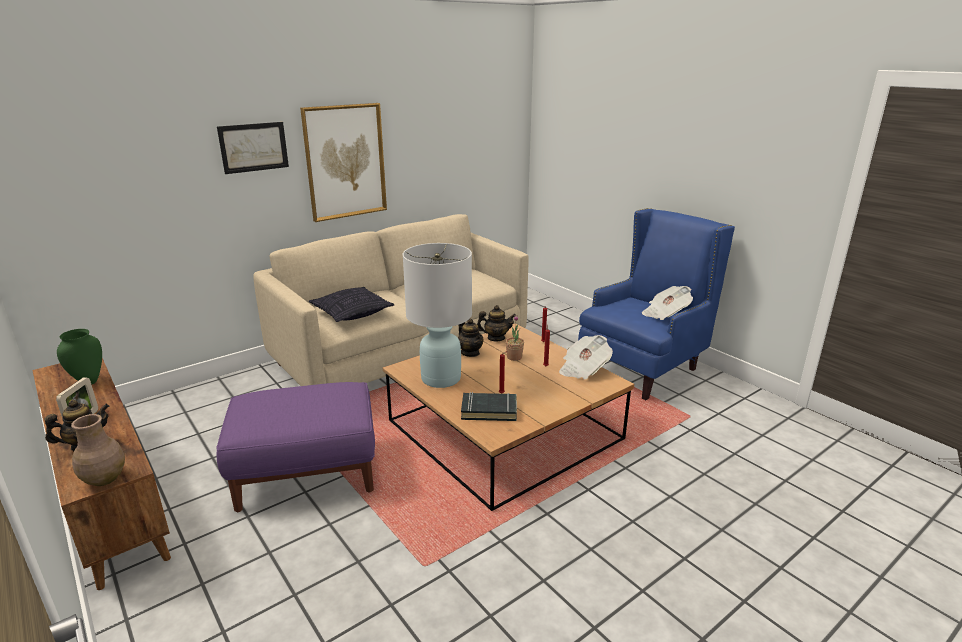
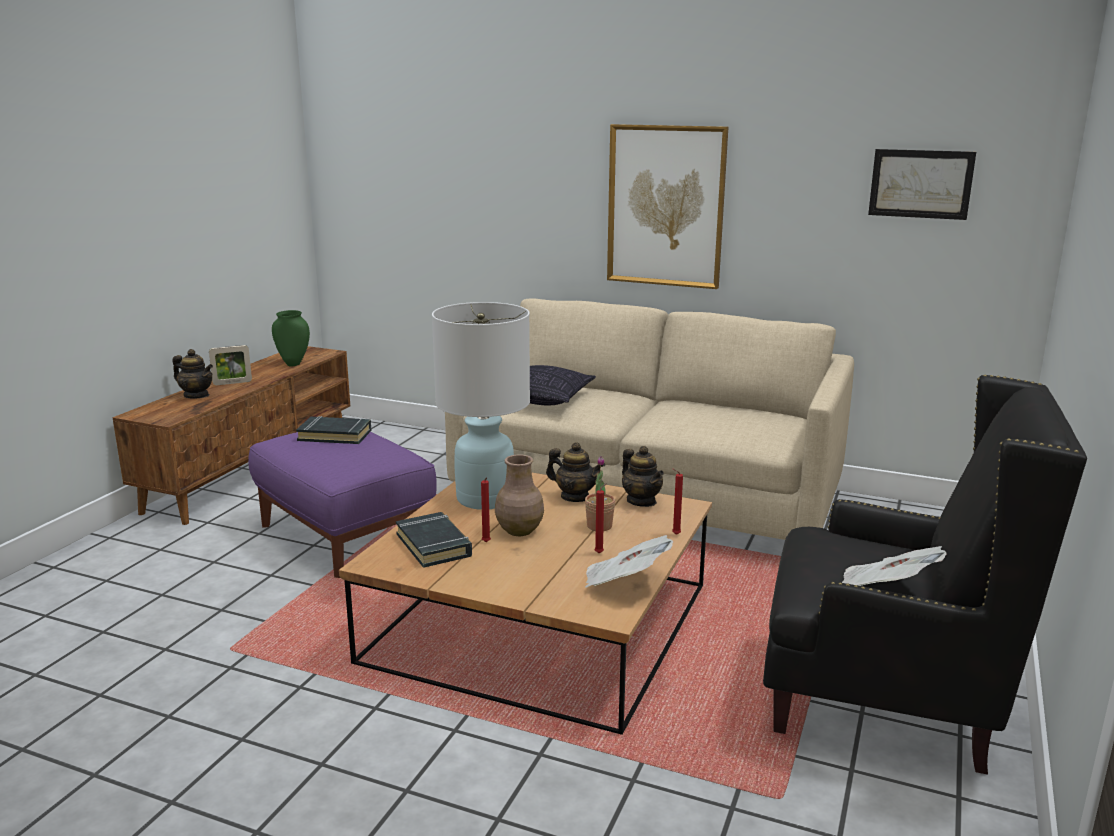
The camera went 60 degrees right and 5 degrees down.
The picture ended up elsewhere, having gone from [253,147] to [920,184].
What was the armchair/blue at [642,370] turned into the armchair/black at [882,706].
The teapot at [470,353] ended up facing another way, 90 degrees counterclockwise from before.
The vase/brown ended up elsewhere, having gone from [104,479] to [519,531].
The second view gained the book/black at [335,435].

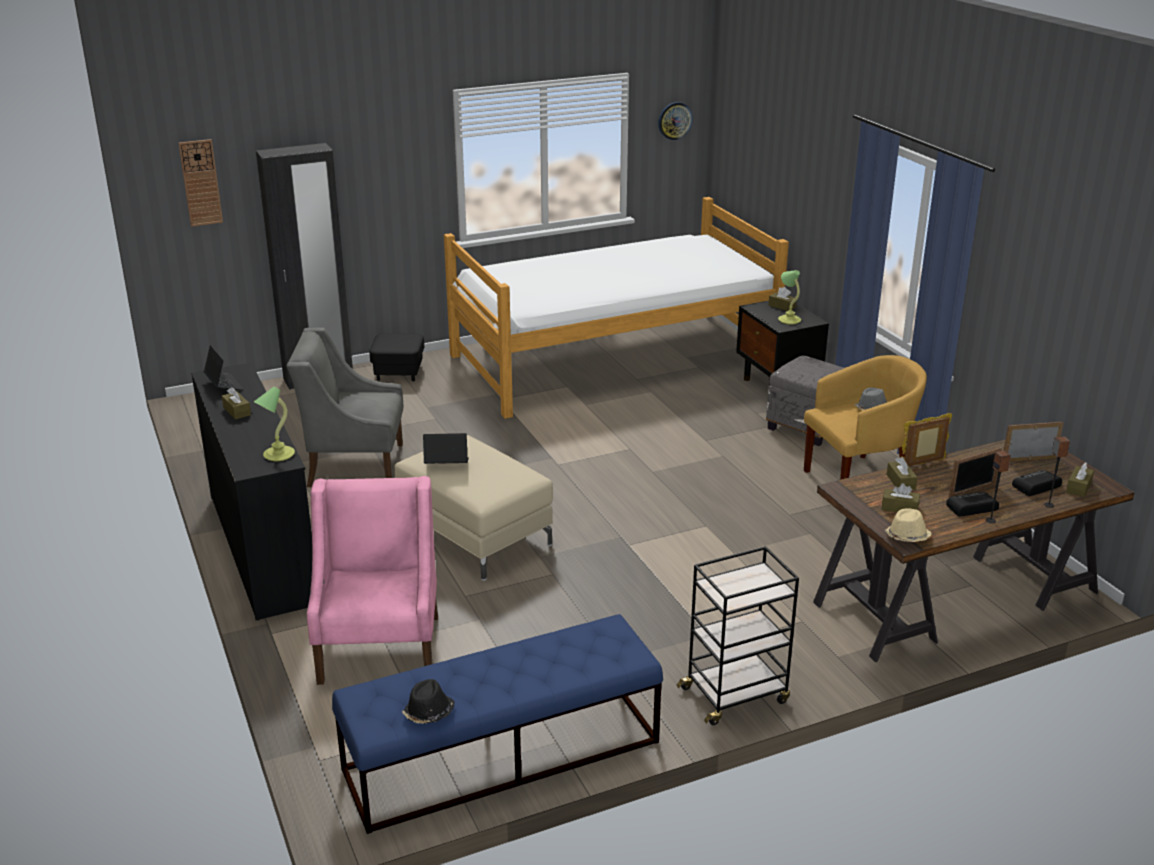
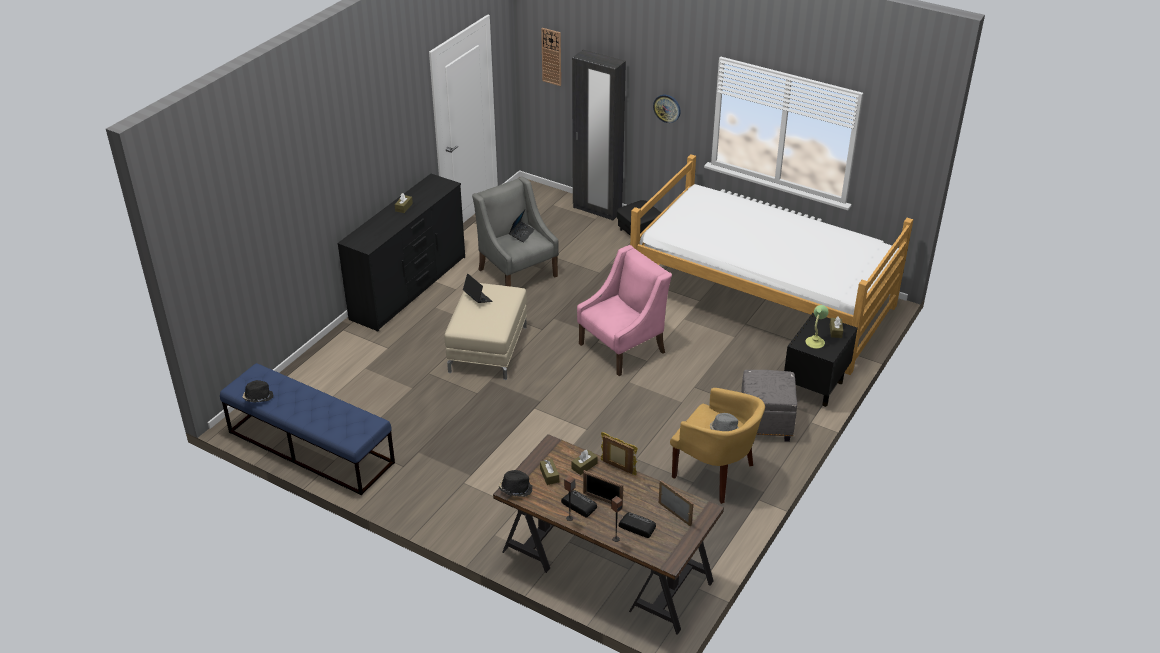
The camera went 55 degrees right and 10 degrees up.
The wall clock ended up elsewhere, having gone from [674,120] to [667,108].
The laptop ended up elsewhere, having gone from [224,385] to [521,234].
The second view lost the table lamp at [277,455].
The second view lost the tissue box/brown at [1078,487].
The armchair/pink ended up elsewhere, having gone from [380,647] to [623,347].
What was the hat/beige at [907,537] turned into the hat/black at [515,489].
The second view lost the cart/black at [735,694].

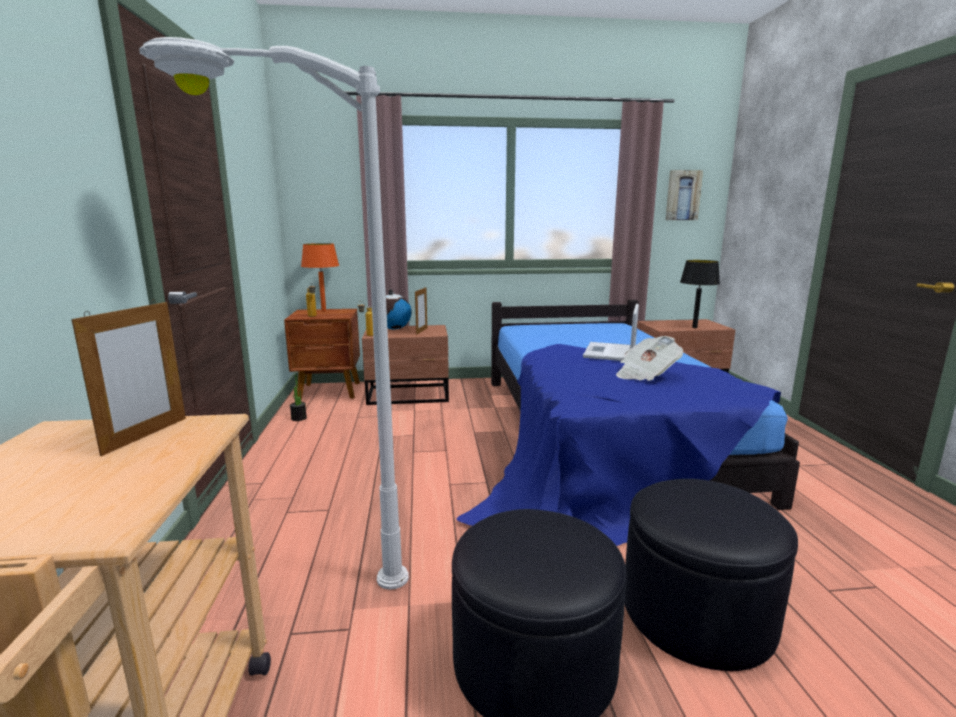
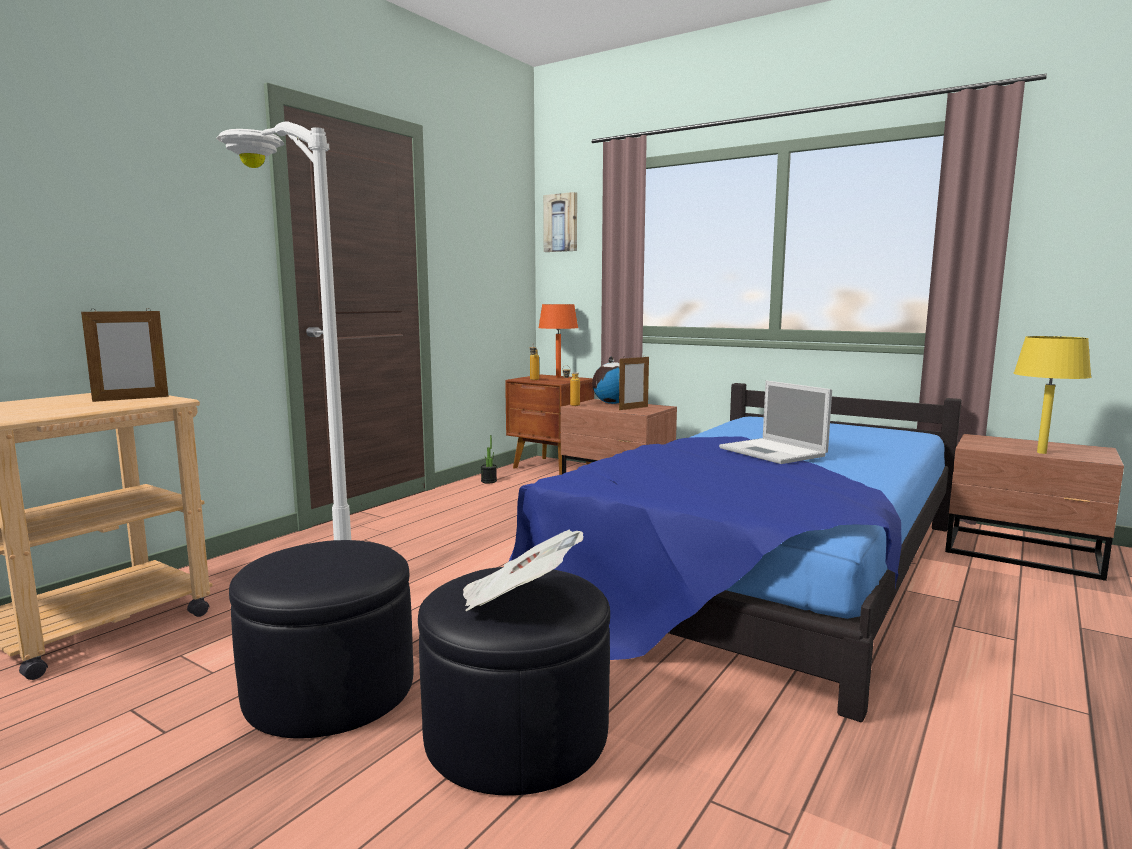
The camera went 40 degrees right and 5 degrees down.
The picture ended up elsewhere, having gone from [682,195] to [561,223].
What was the table lamp/black at [694,327] turned into the table lamp/yellow at [1041,452].
The laptop at [610,353] ended up facing another way, 90 degrees counterclockwise from before.
The newspaper ended up elsewhere, having gone from [645,375] to [518,600].

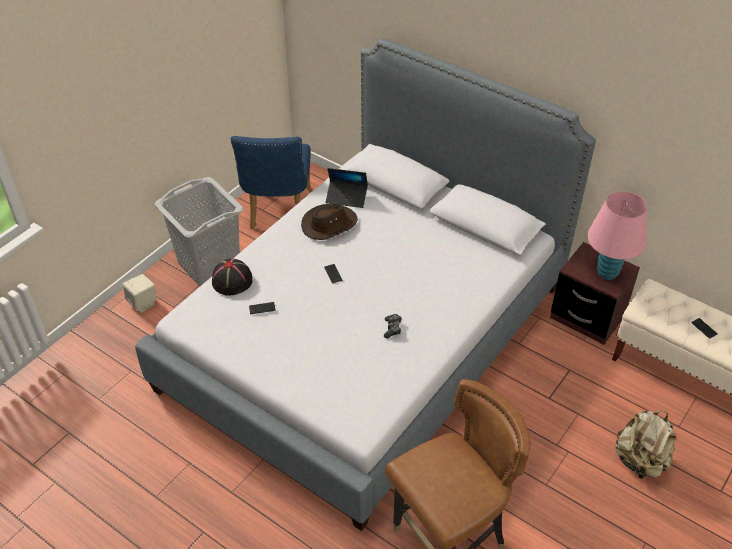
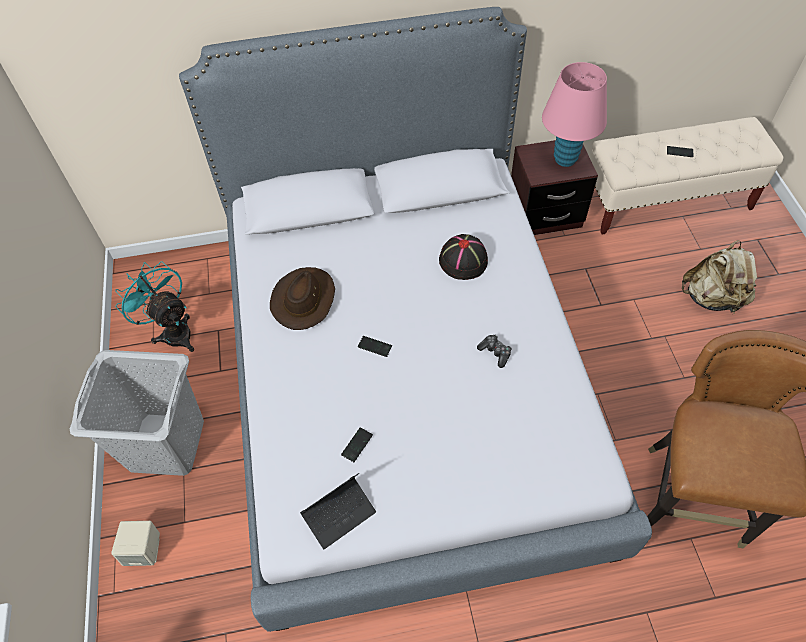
The camera went 45 degrees left and 10 degrees up.
Where the chair/blue stood at [278,212], the fan/turquoise came to stand at [173,331].
The laptop ended up elsewhere, having gone from [346,197] to [339,514].
The hat/black ended up elsewhere, having gone from [232,280] to [463,260].

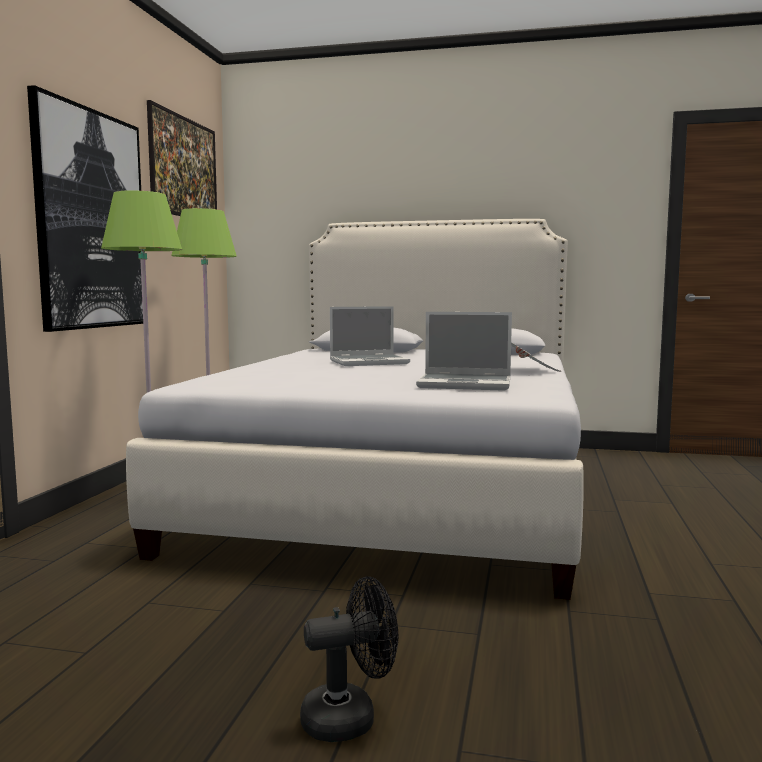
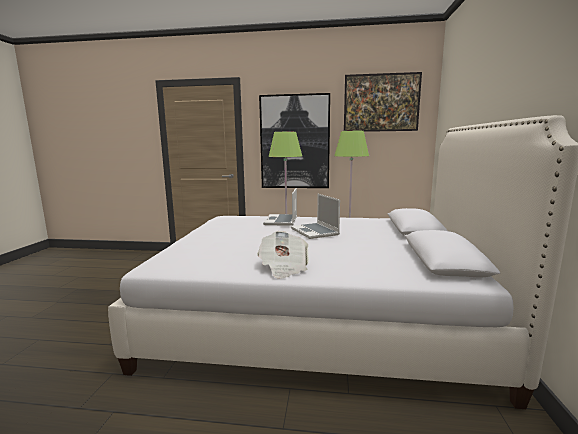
The camera went 85 degrees right and 5 degrees up.
The laptop ended up elsewhere, having gone from [466,384] to [281,221].
The second view lost the fan/black at [350,717].

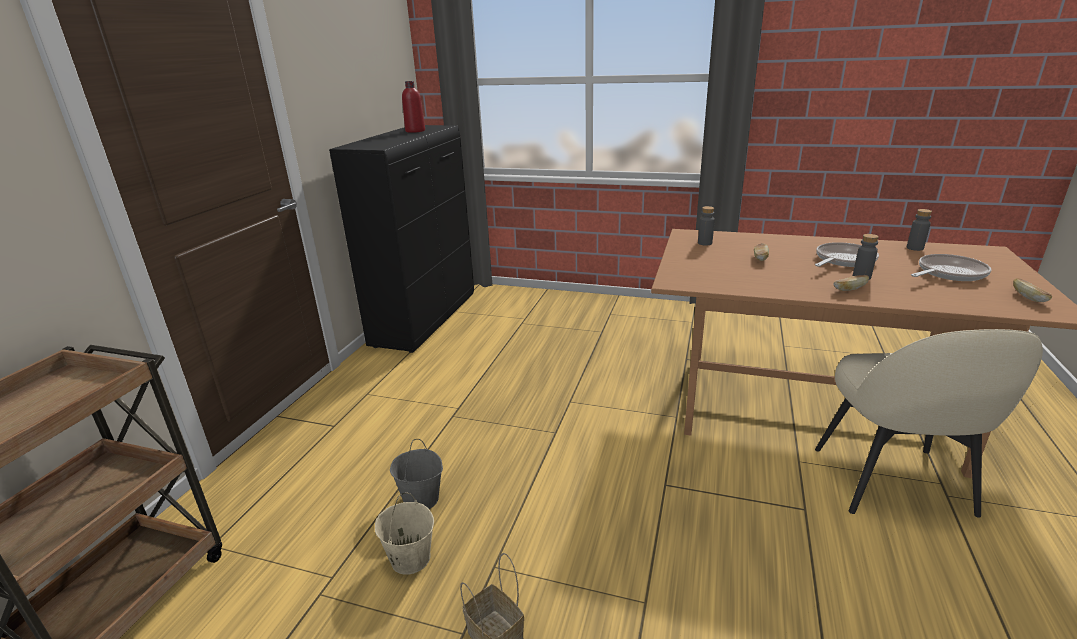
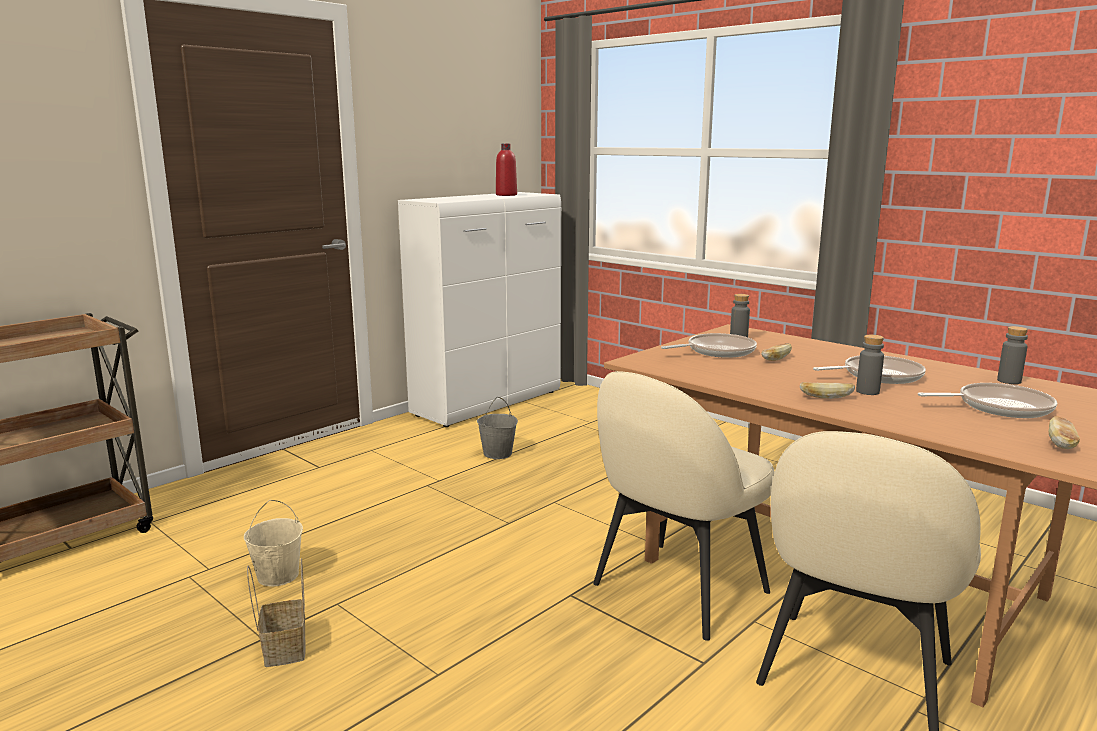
The camera went 25 degrees right and 10 degrees down.
What was the cabinet/black at [425,319] turned into the cabinet/white at [488,403].
The bucket/grey ended up elsewhere, having gone from [422,499] to [498,454].
The second view gained the frying pan at [717,351].
The second view gained the chair/beige at [677,590].

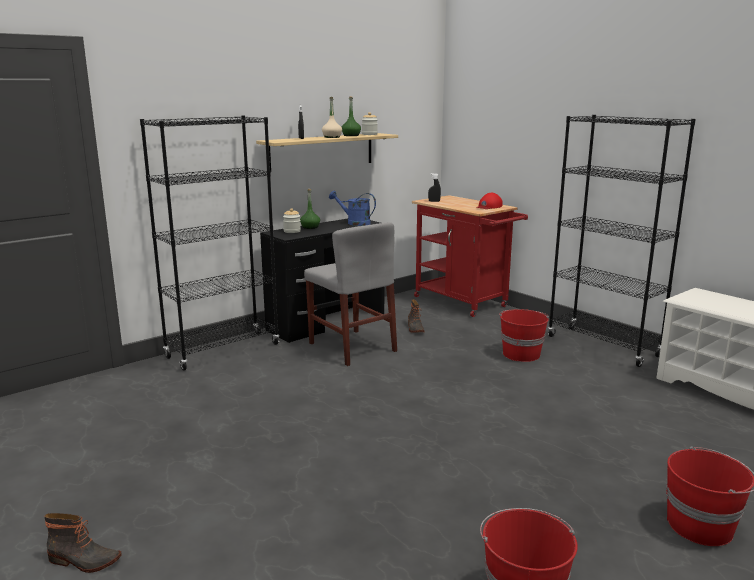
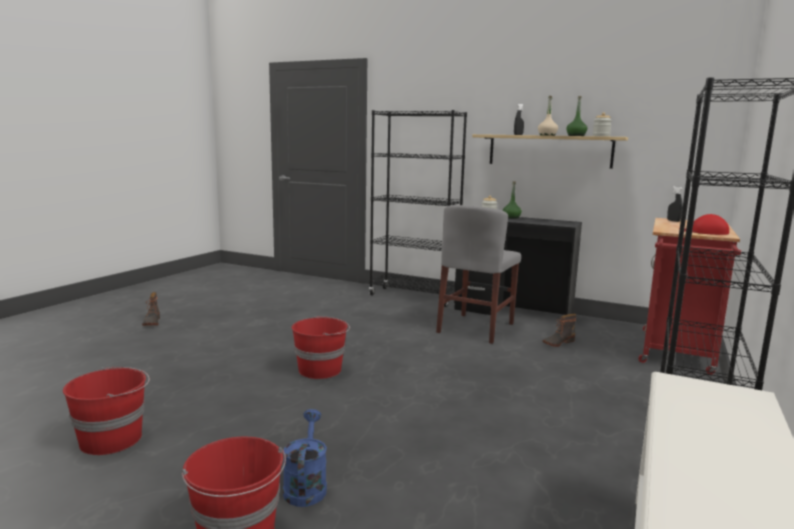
The camera went 65 degrees right and 5 degrees down.
The watering can/blue ended up elsewhere, having gone from [354,223] to [305,486].
The bucket/red ended up elsewhere, having gone from [521,354] to [321,369].

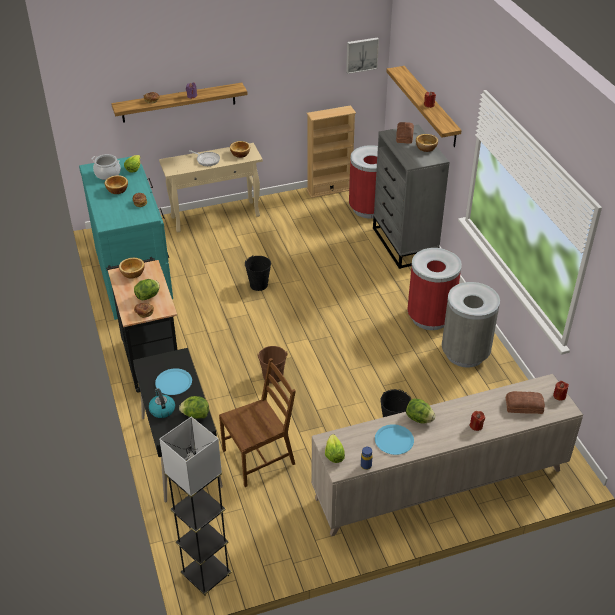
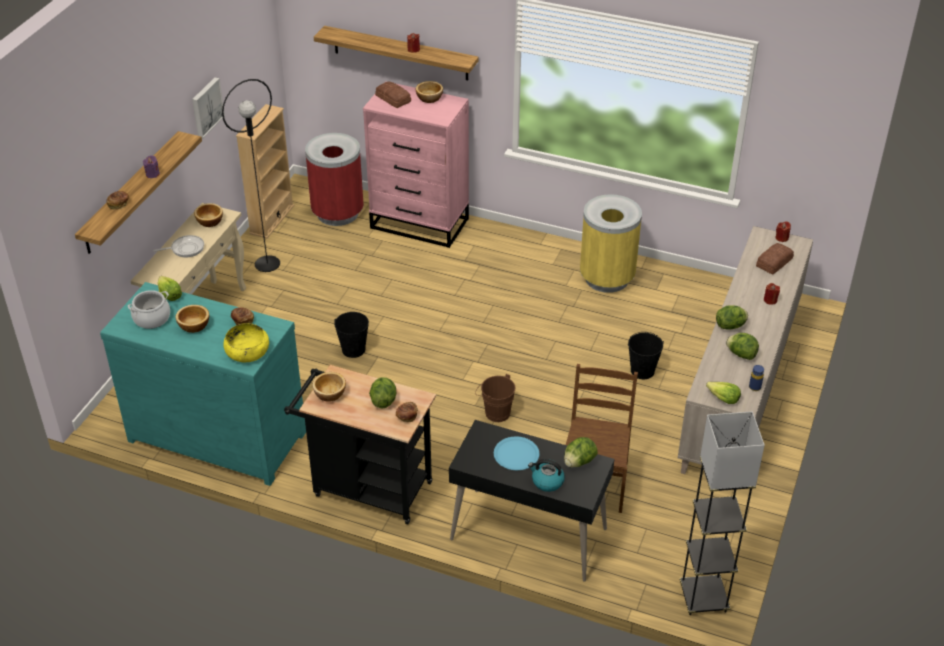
The camera went 50 degrees left and 0 degrees up.
The picture ended up elsewhere, having gone from [361,54] to [206,107].
What was the dresser/grey at [404,244] turned into the dresser/pink at [420,224].
The second view lost the trash can/red at [430,317].
What was the trash can/grey at [465,353] turned into the trash can/yellow at [606,278].
Where the plate/blue stood at [394,440], the lettuce came to stand at [741,354].
The second view gained the floor lamp/black at [267,263].
The second view gained the bowl/yellow at [247,352].

